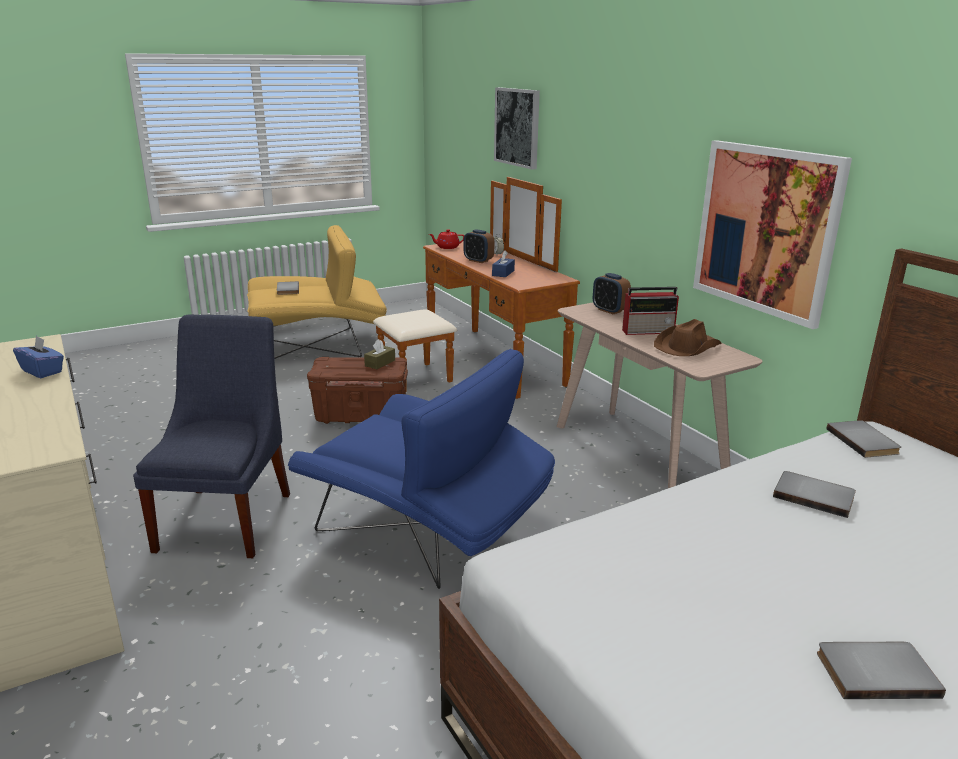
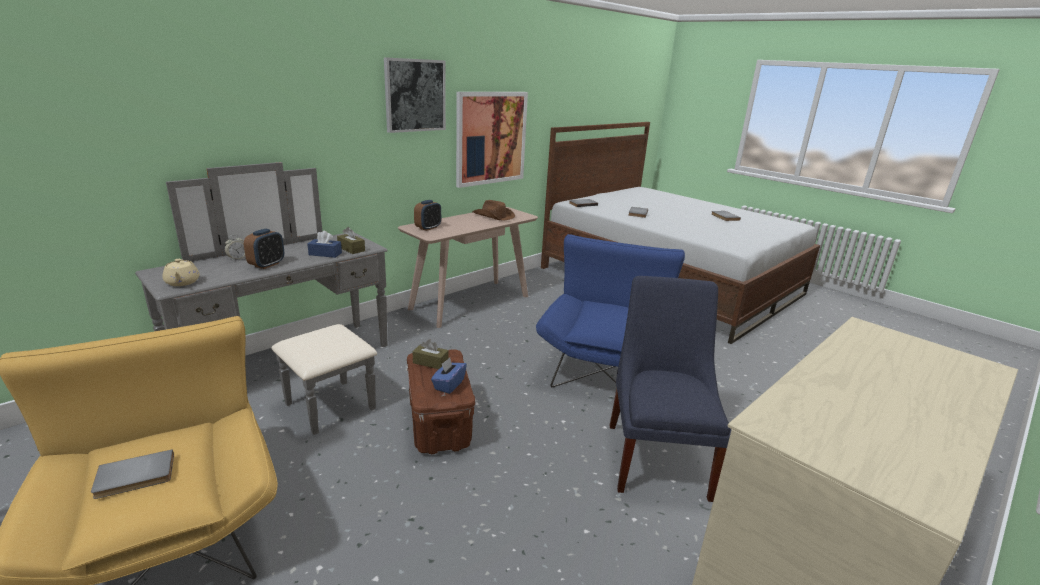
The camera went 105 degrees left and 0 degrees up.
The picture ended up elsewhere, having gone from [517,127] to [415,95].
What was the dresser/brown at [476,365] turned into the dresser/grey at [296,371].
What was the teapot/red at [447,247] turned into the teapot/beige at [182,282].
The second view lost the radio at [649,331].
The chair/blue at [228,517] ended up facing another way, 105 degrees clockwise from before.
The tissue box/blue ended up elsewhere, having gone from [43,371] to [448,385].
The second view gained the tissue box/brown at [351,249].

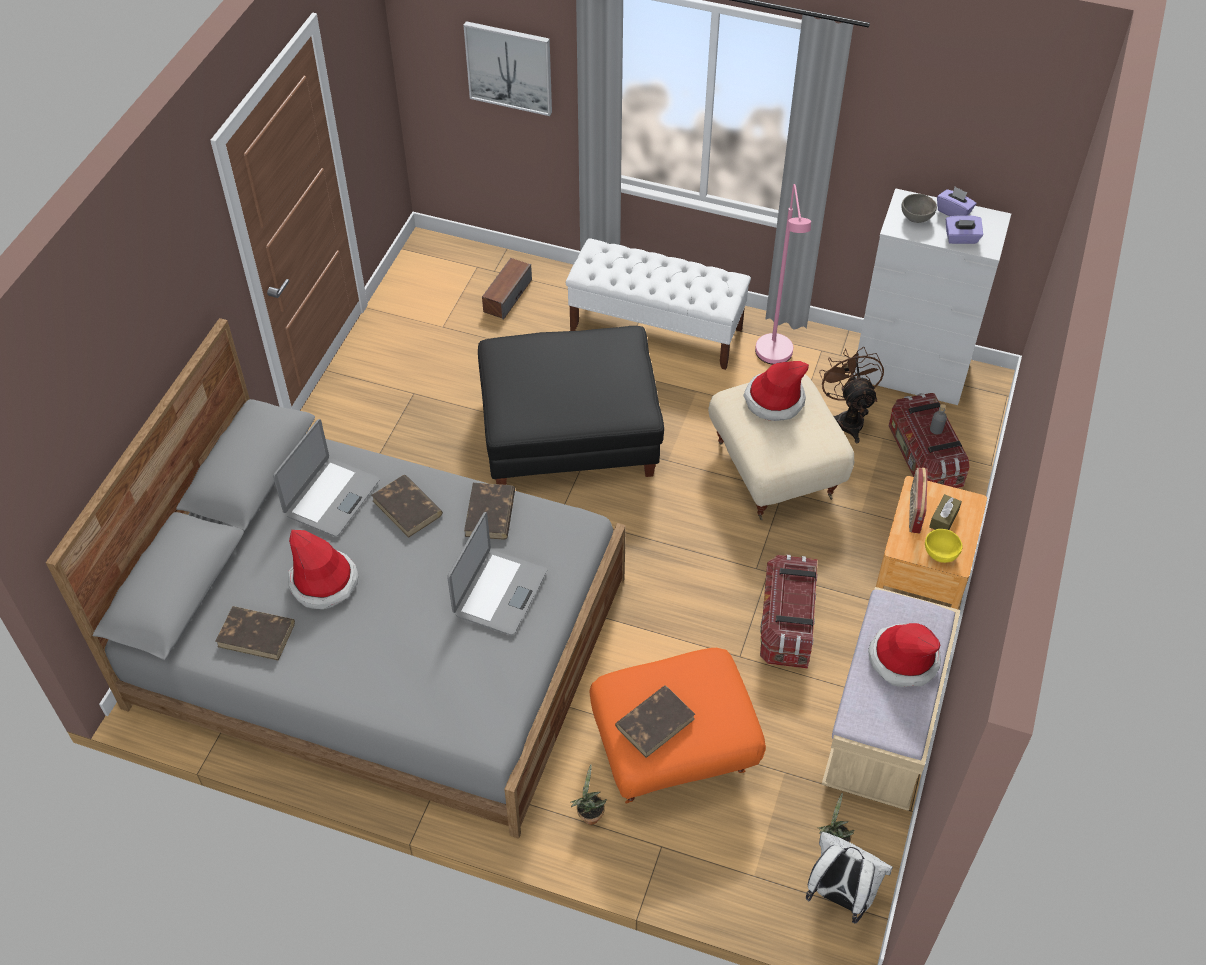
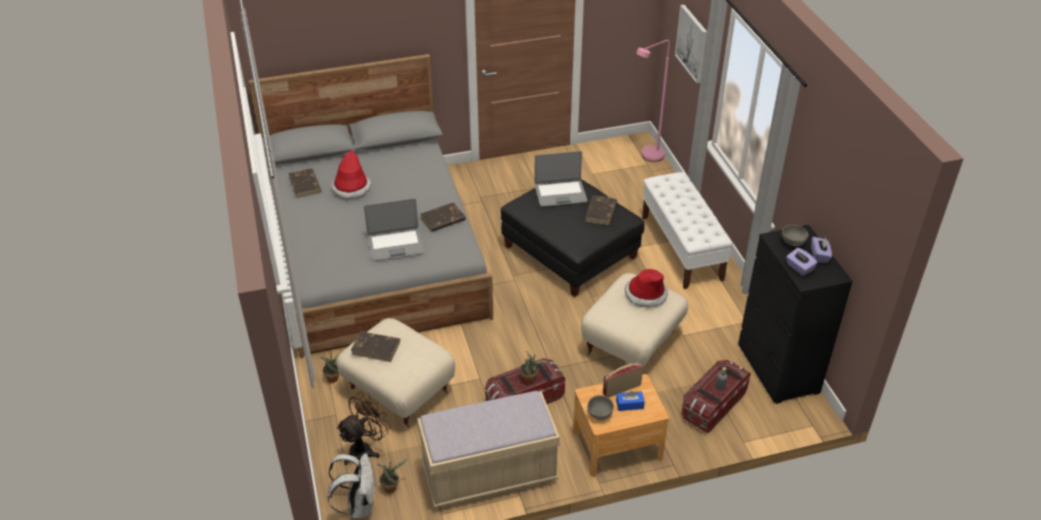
The camera went 55 degrees right and 10 degrees down.
The floor lamp/pink ended up elsewhere, having gone from [775,359] to [647,157].
What was the dresser/white at [911,371] turned into the dresser/black at [778,369].
The second view lost the speaker at [507,295].
The fan/brown ended up elsewhere, having gone from [847,418] to [365,449].
The laptop ended up elsewhere, having gone from [331,497] to [560,194].
The book/brown ended up elsewhere, having gone from [408,508] to [601,212].
What was the tissue box/brown at [944,518] turned into the tissue box/blue at [629,404].
What was the bowl/yellow at [940,555] turned into the bowl/grey at [599,414].
The second view lost the hat at [903,659].
What was the ottoman/orange at [673,752] turned into the ottoman/beige at [397,391].
The second view gained the potted plant at [530,378].

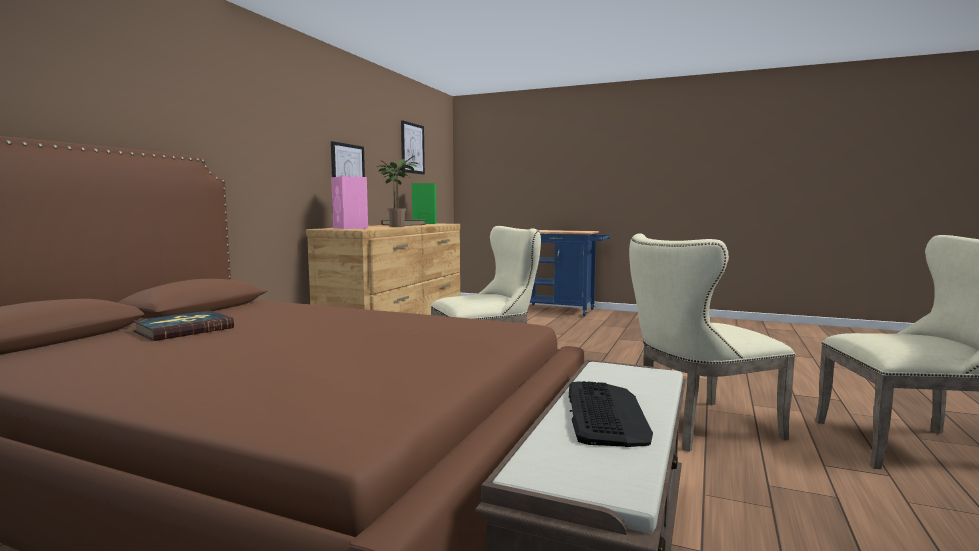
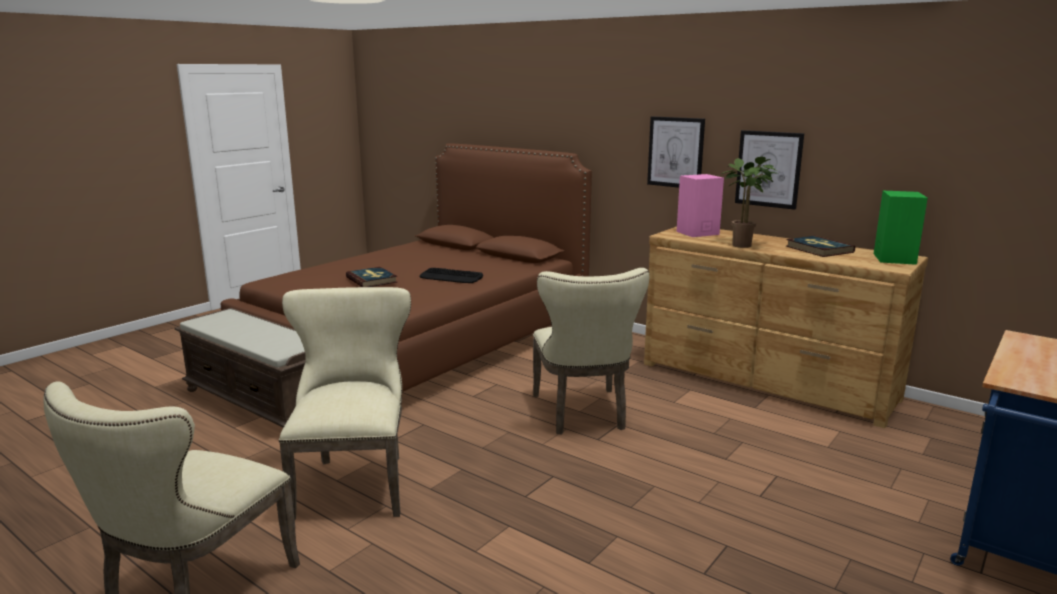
The camera went 105 degrees right and 10 degrees up.
The picture ended up elsewhere, having gone from [412,148] to [675,152].
The book ended up elsewhere, having gone from [184,329] to [372,280].
The keyboard ended up elsewhere, having gone from [605,414] to [451,277].

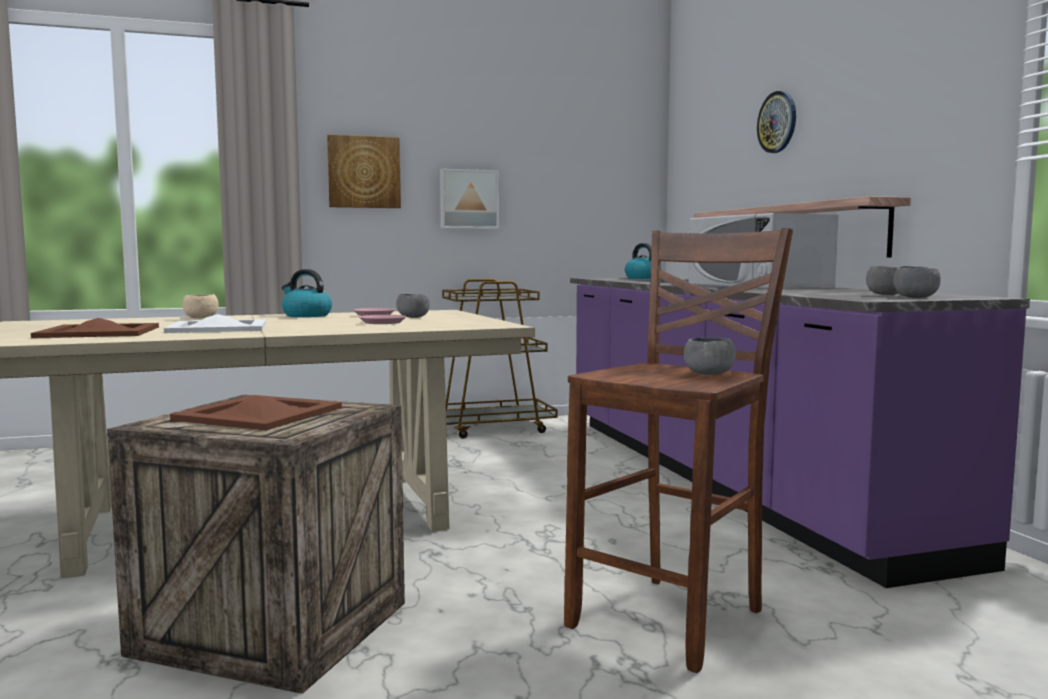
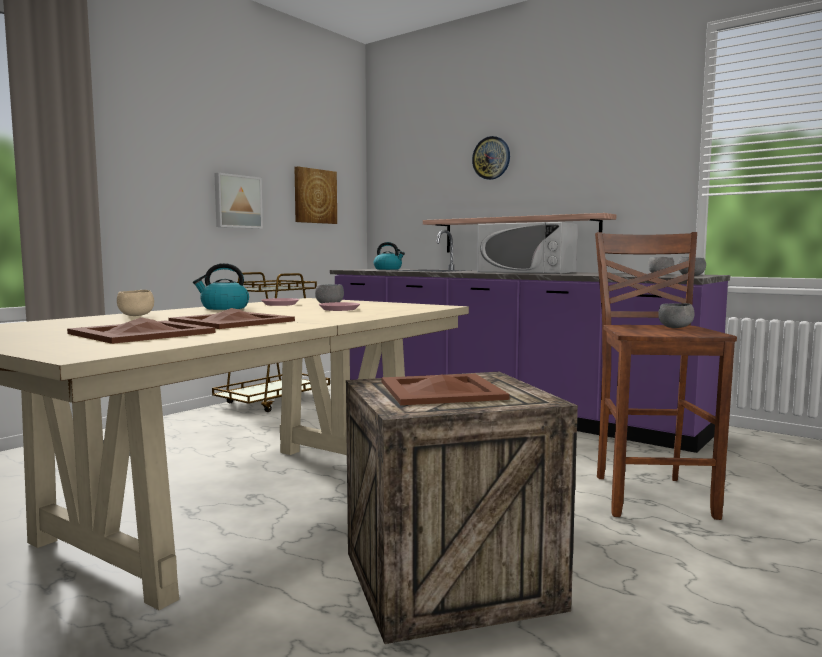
The camera went 35 degrees left and 0 degrees up.
The picture ended up elsewhere, having gone from [364,172] to [314,196].
What was the tray/white at [219,328] turned into the tray/brown at [233,321].

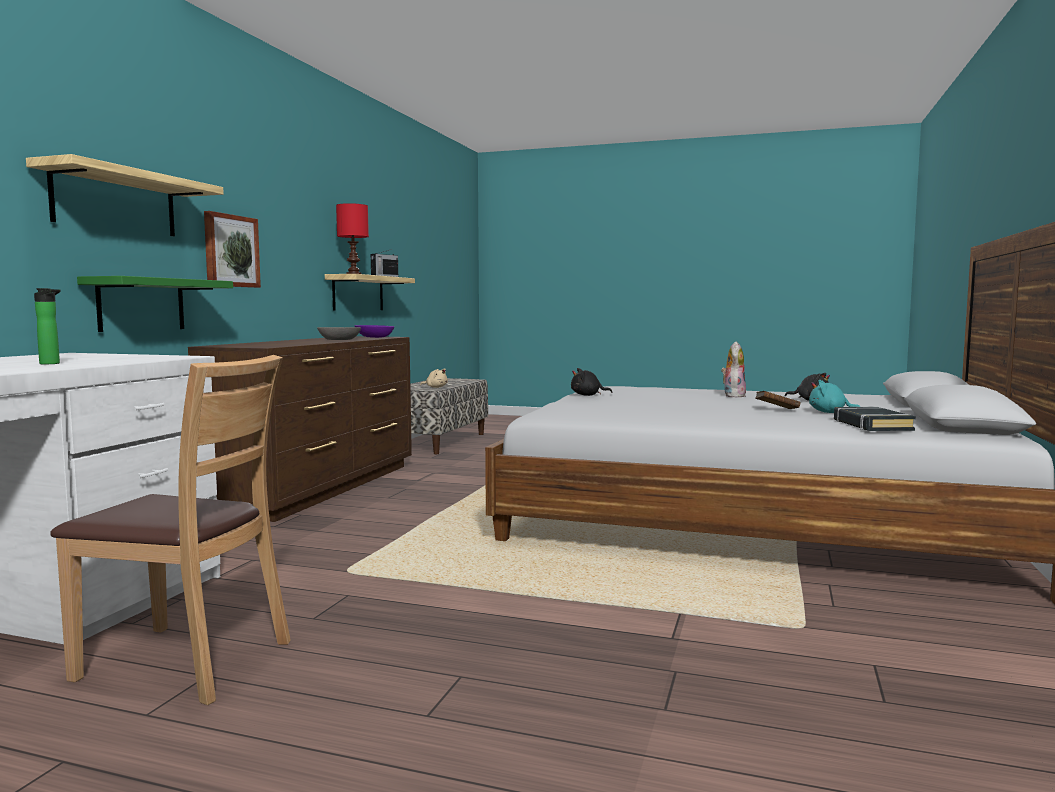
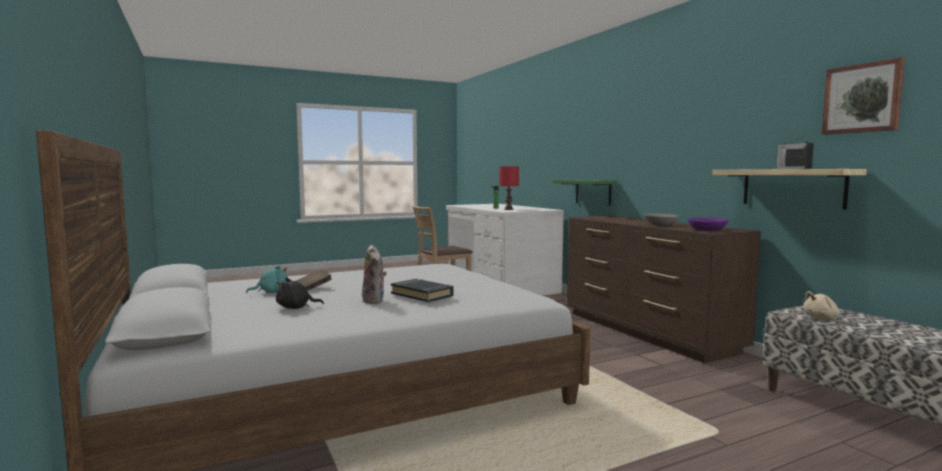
The camera went 135 degrees right and 0 degrees up.
The second view lost the shelf at [115,202].
The table lamp/red ended up elsewhere, having gone from [353,274] to [508,209].
The picture ended up elsewhere, having gone from [230,251] to [862,98].
The second view lost the plush toy/black at [588,395].
The book/black ended up elsewhere, having gone from [871,425] to [422,295].

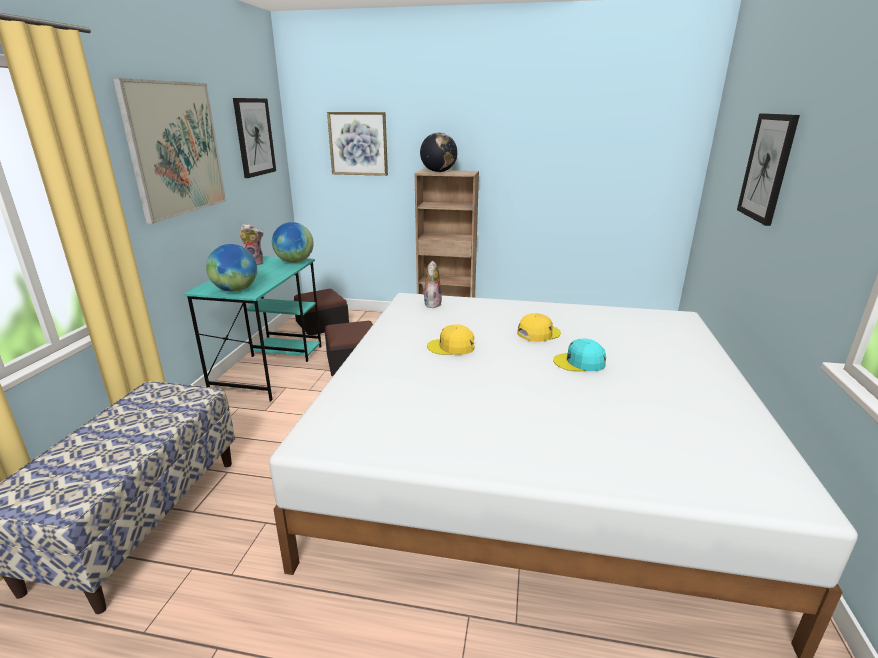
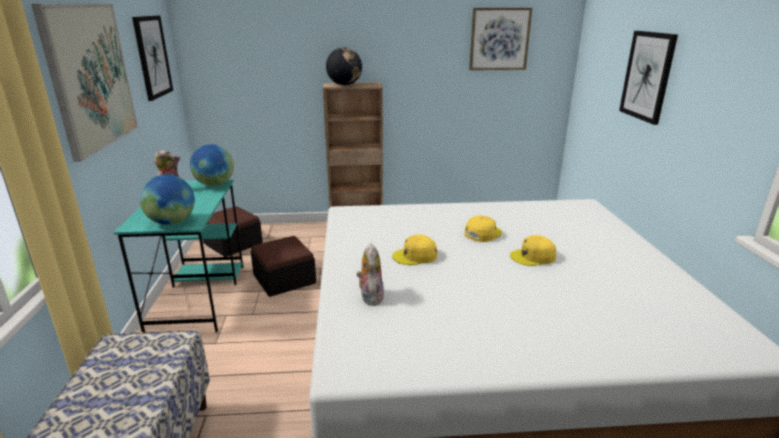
The camera went 15 degrees left and 0 degrees up.
The picture ended up elsewhere, having gone from [358,144] to [499,39].
The plush toy ended up elsewhere, having gone from [431,303] to [370,297].
What was the cap/turquoise at [579,362] turned into the cap/yellow at [533,257].

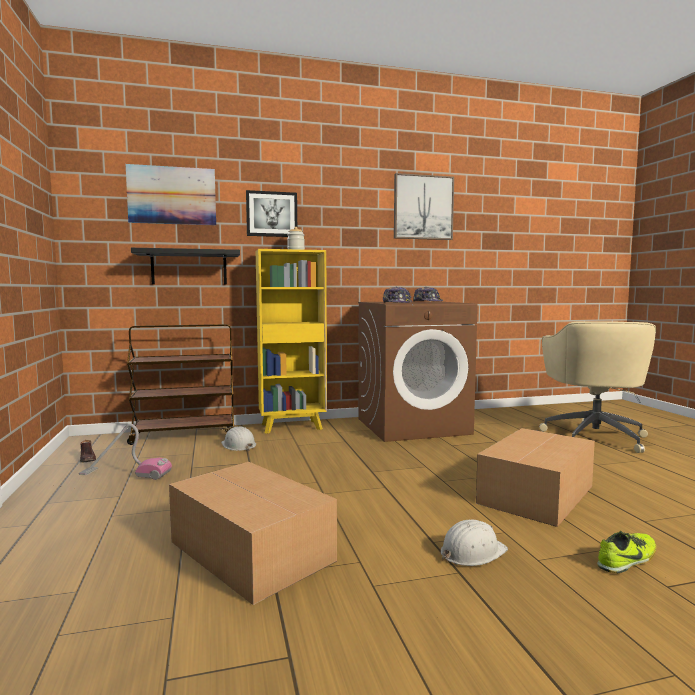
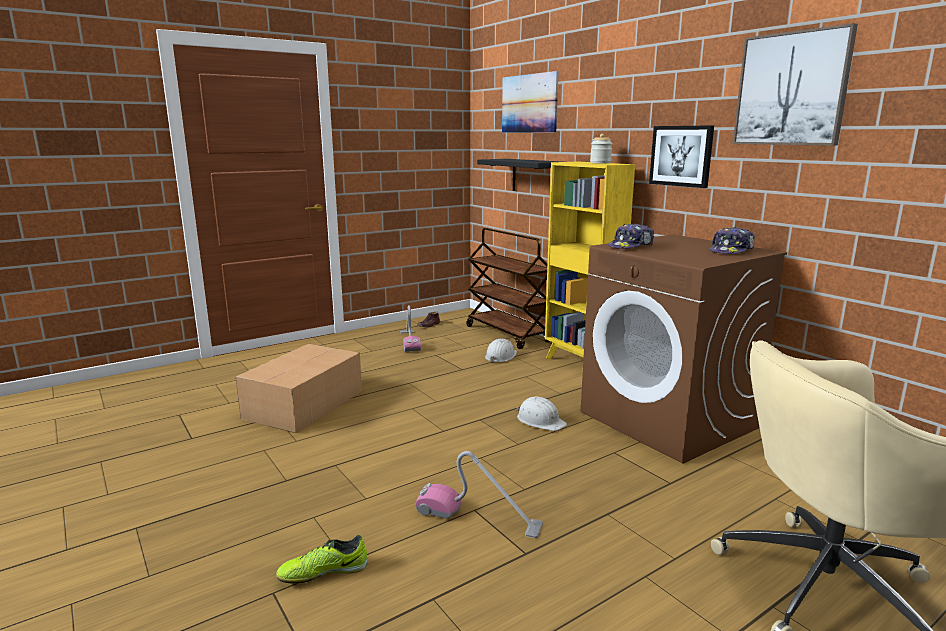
The camera went 70 degrees right and 10 degrees up.
The picture ended up elsewhere, having gone from [271,214] to [681,156].
Where the cardboard box stood at [537,494], the vacuum cleaner came to stand at [478,518].
The hard hat/white ended up elsewhere, having gone from [472,552] to [540,421].
The shoe at [627,560] ended up facing another way, 120 degrees clockwise from before.

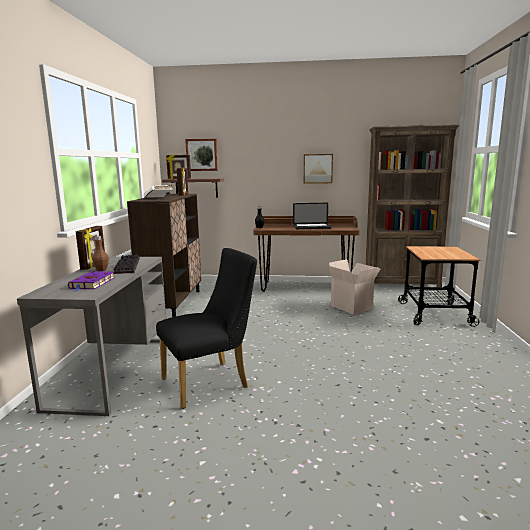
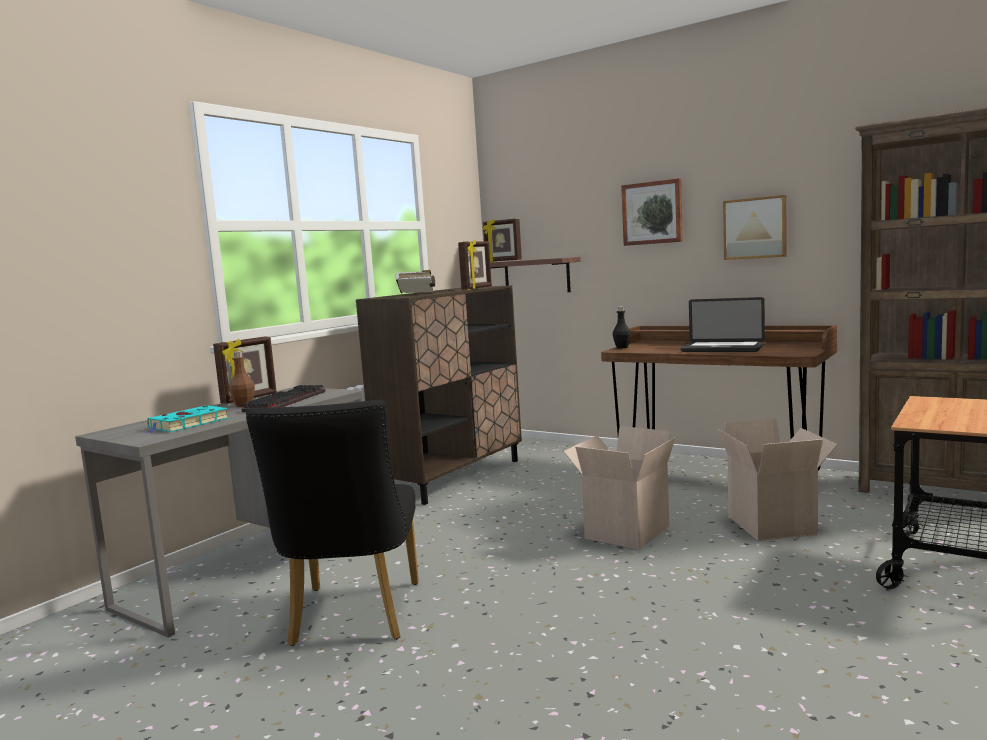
The camera went 30 degrees right and 5 degrees down.
The picture ended up elsewhere, having gone from [202,155] to [652,213].
The chair/black at [211,382] ended up facing another way, 90 degrees clockwise from before.
What was the book/purple at [92,283] turned into the book/turquoise at [187,424].
The second view gained the cardboard box at [625,531].

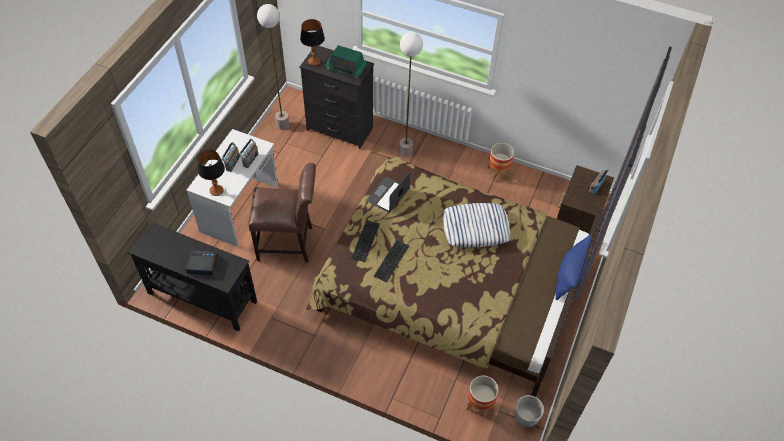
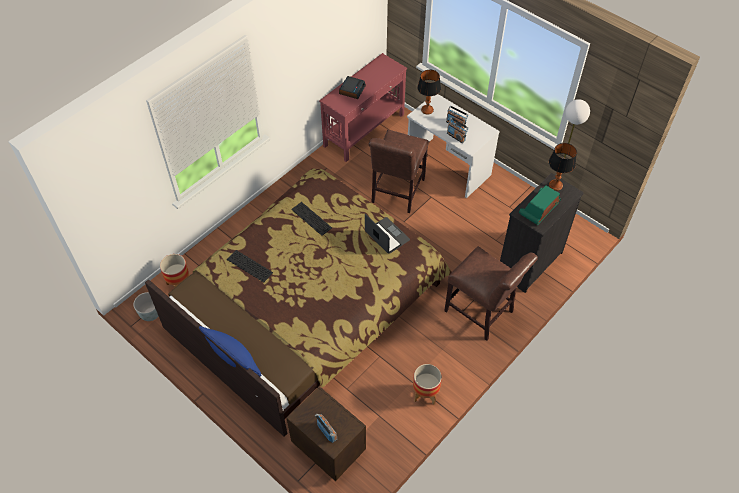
The camera went 110 degrees right and 0 degrees up.
Where the floor lamp stood at [406,152], the chair/brown came to stand at [481,313].
The second view lost the pillow at [475,228].
The keyboard ended up elsewhere, having gone from [366,241] to [248,266].
What was the console table/black at [202,297] turned into the console table/red at [364,130].

